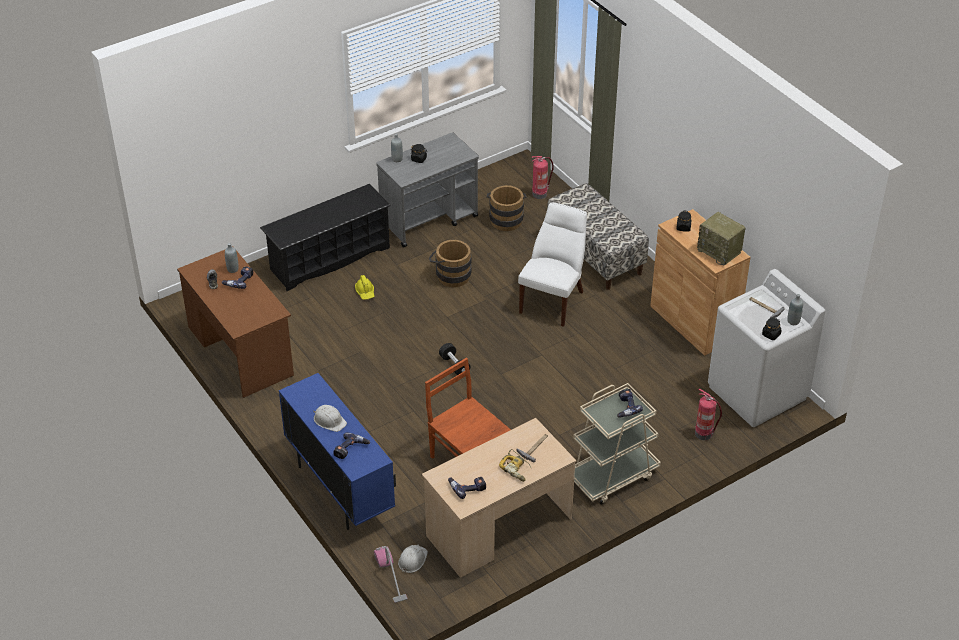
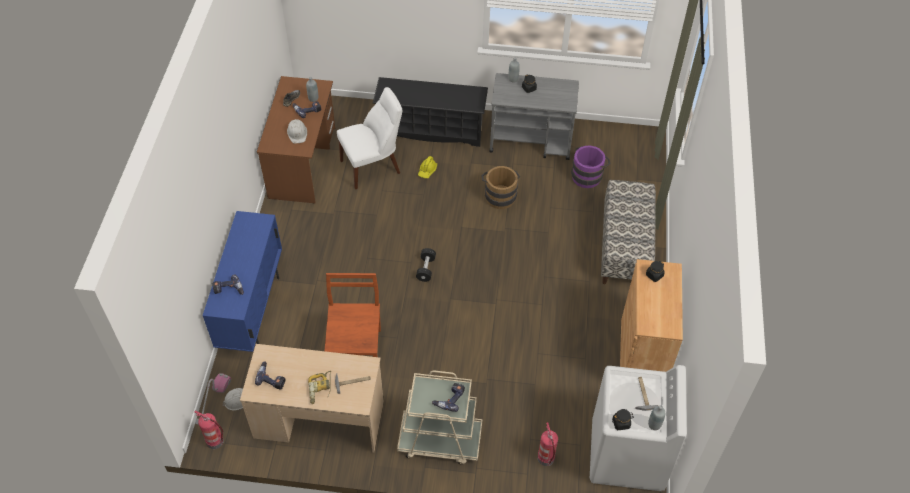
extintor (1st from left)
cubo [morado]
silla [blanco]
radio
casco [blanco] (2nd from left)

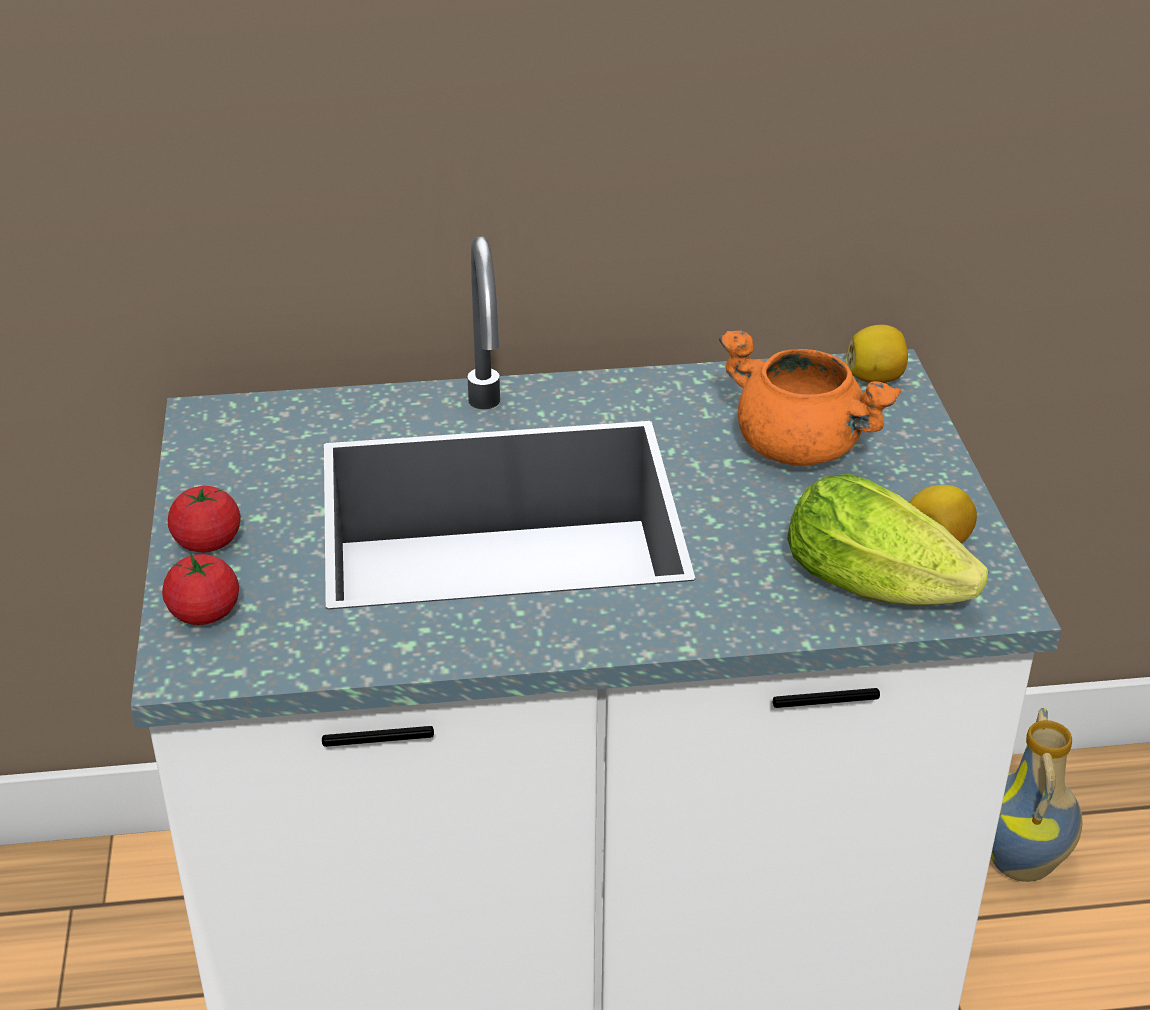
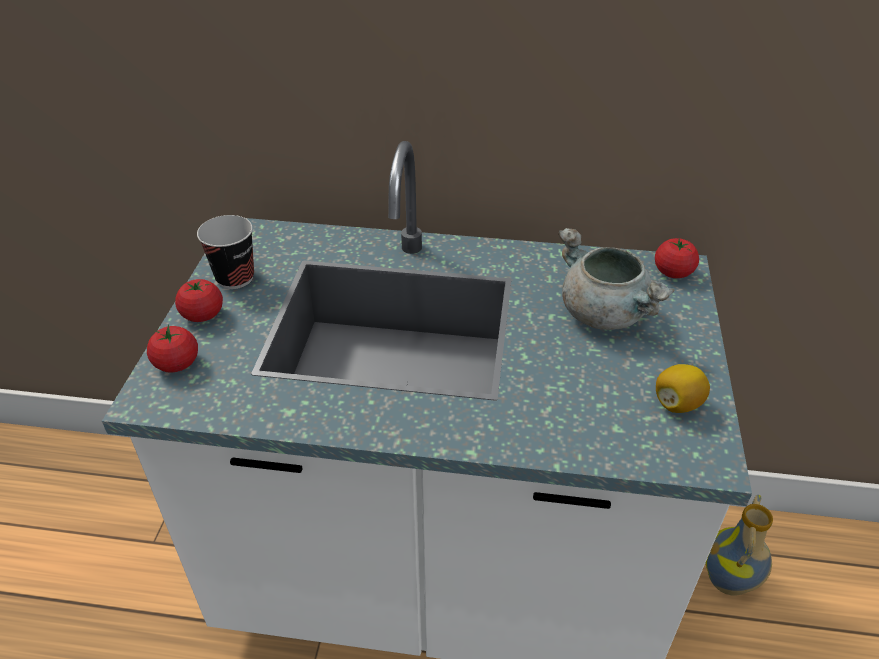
tomate (3rd from left)
olla [gris]
lechuga
taza

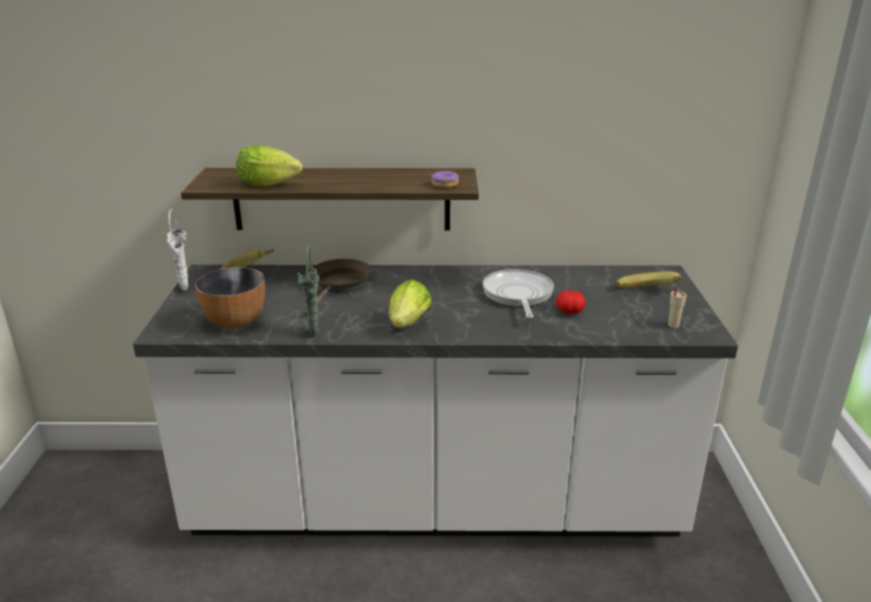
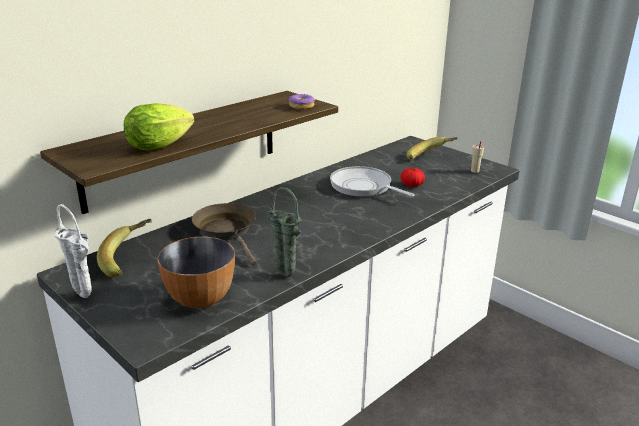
lechuga (2nd from left in the first image)

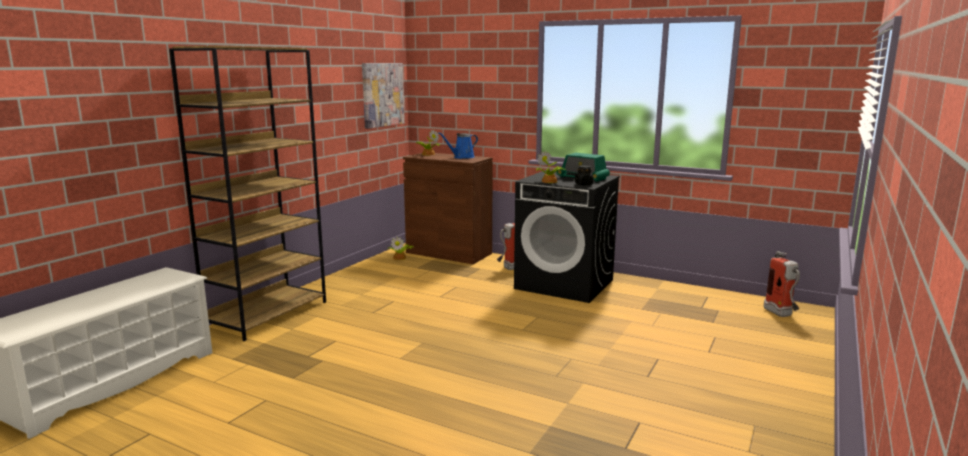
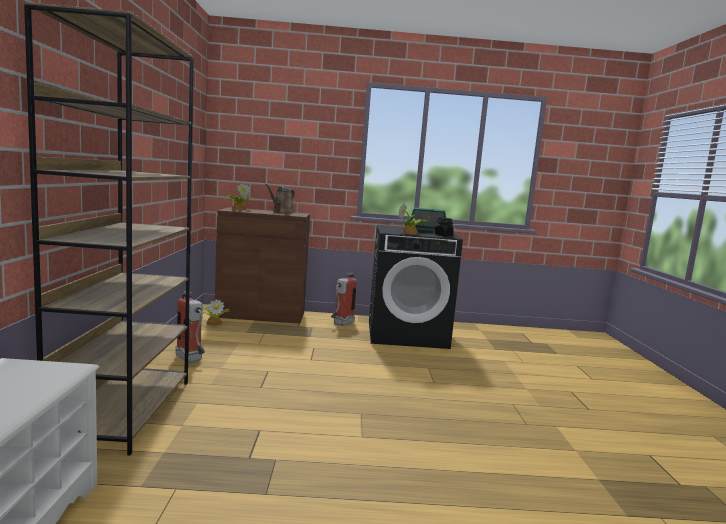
cuadro
regadera [marrón]
extintor (1st from left)

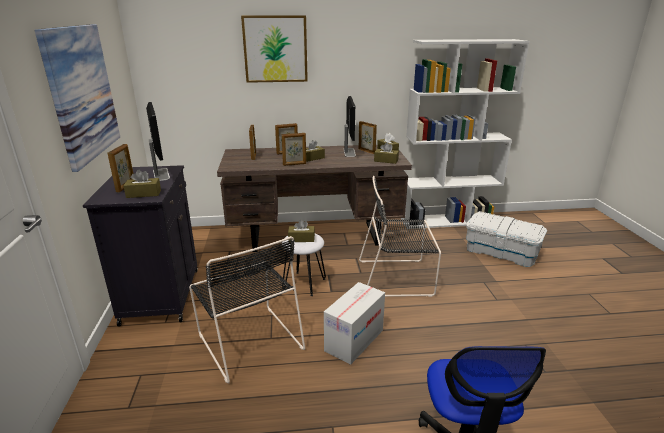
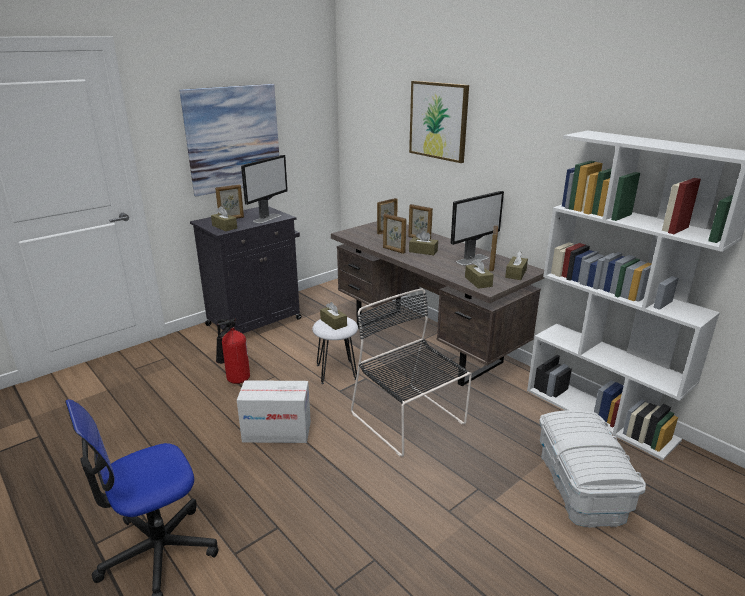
extintor

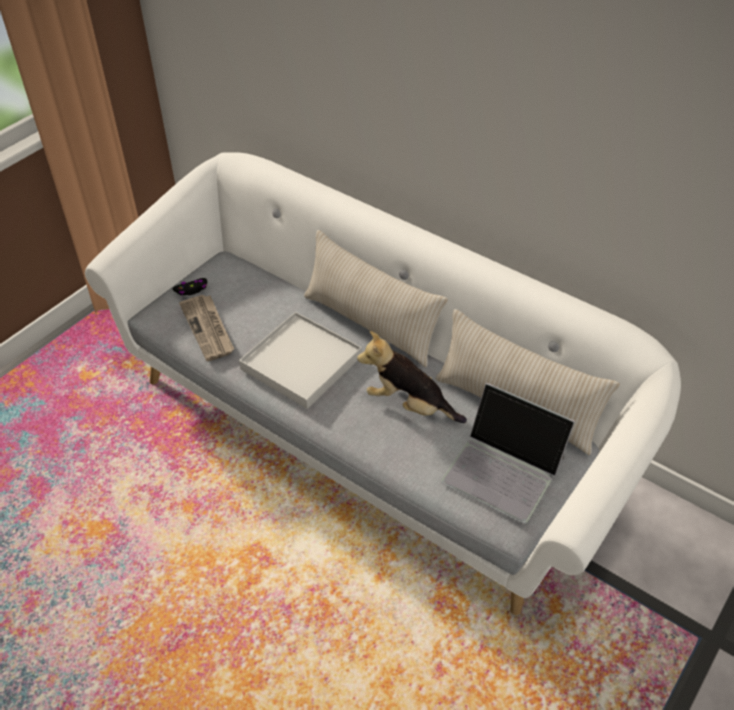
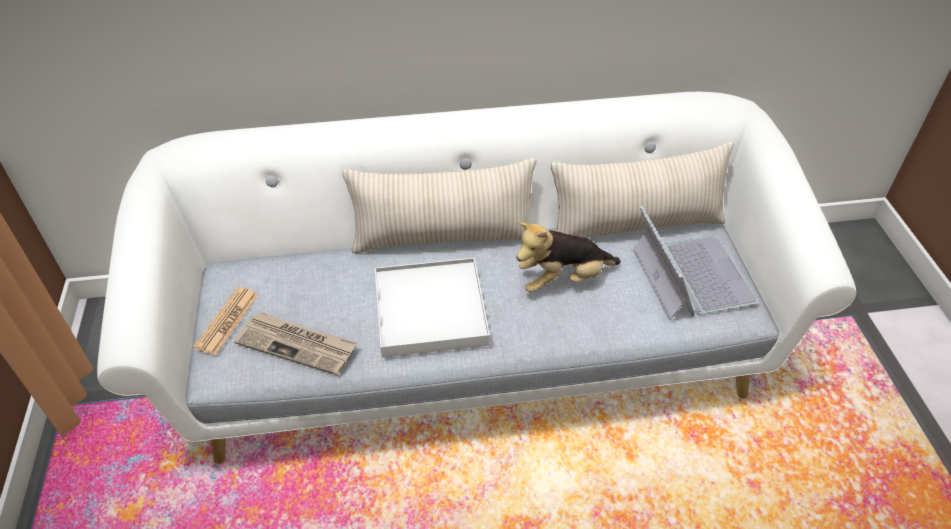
periódico (1st from left)
portátil

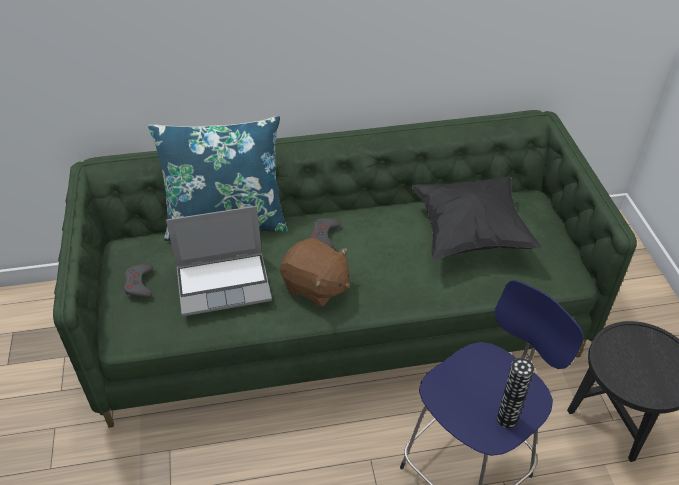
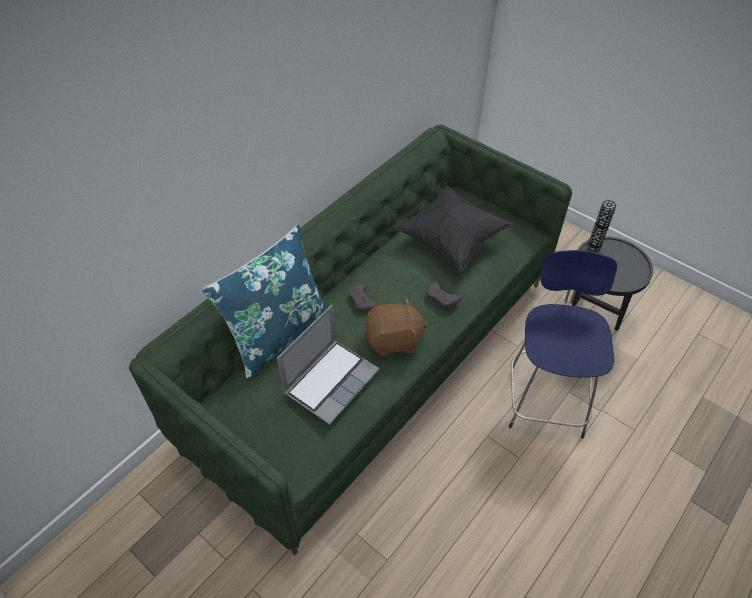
mando de consola [gris] (2nd from left)
florero

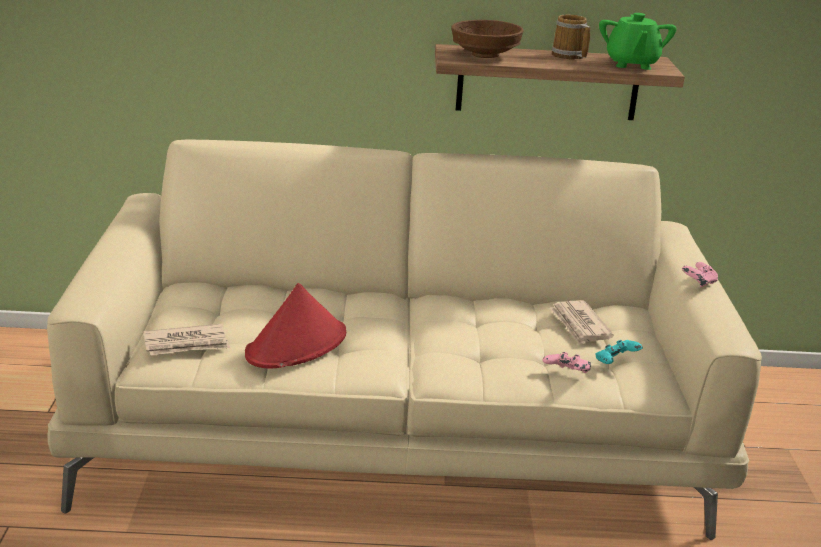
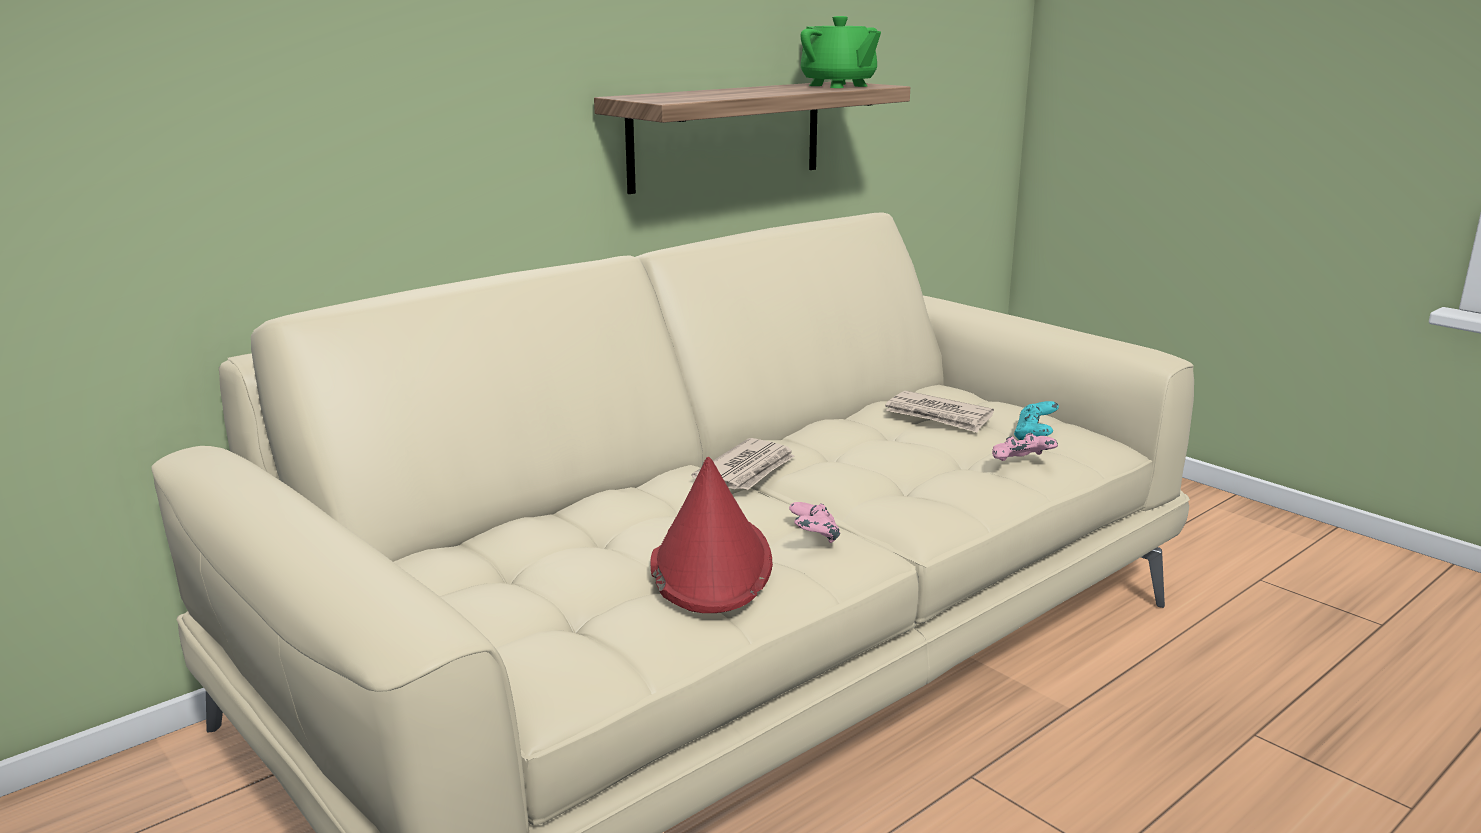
taza grande
cuenco [marrón]
mando de consola [rosa] (1st from left)
periódico (1st from left)

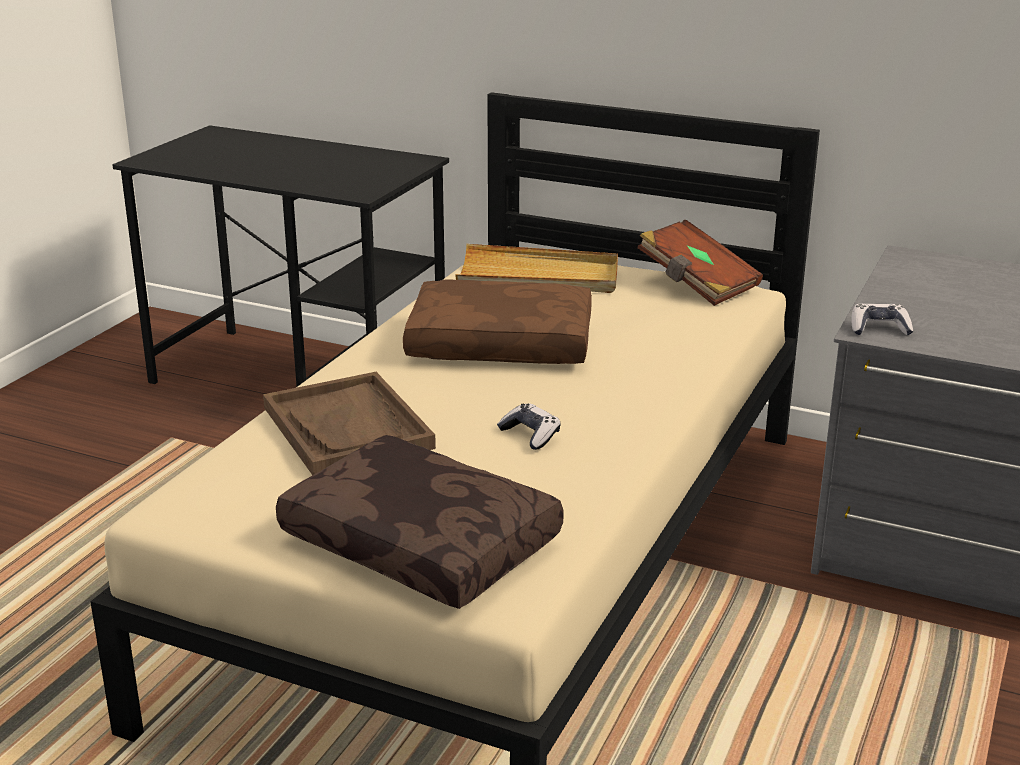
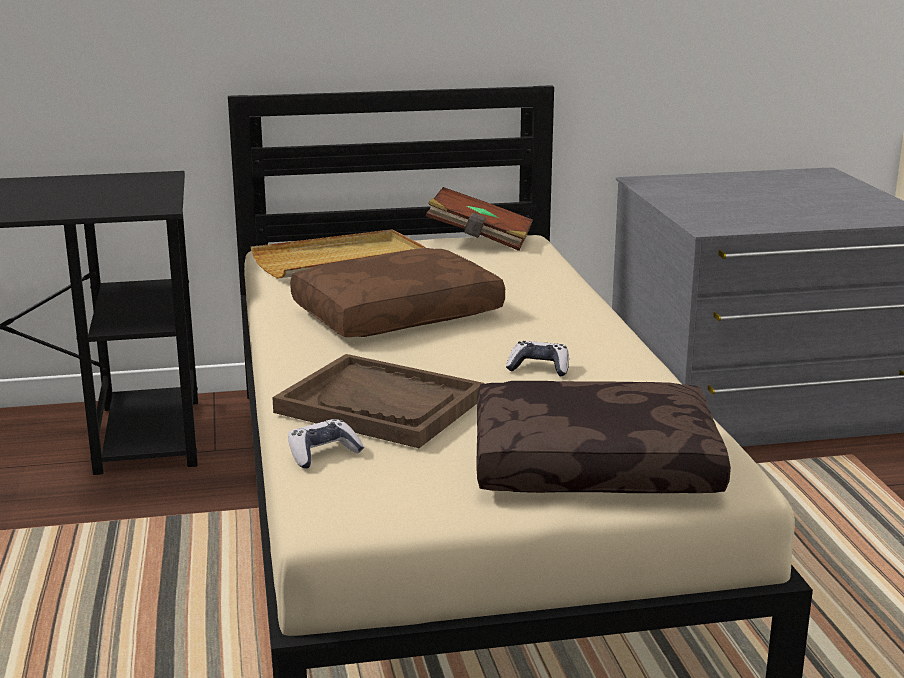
mando de consola (1st from left)

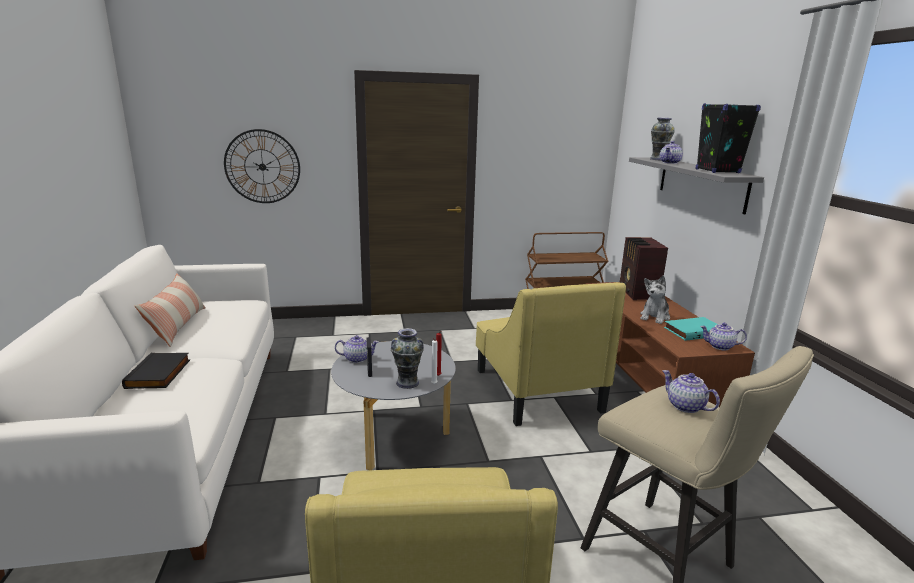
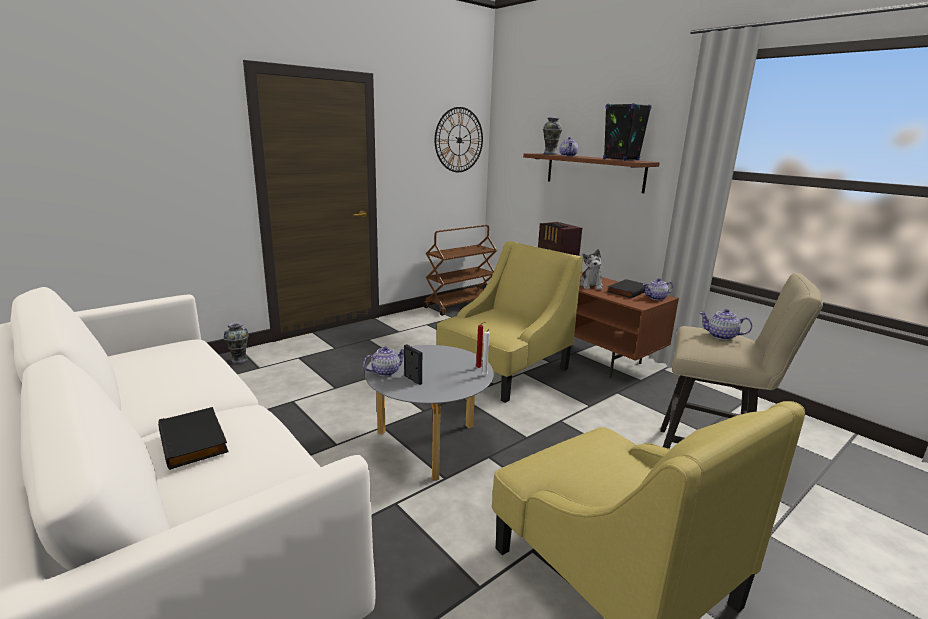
reloj de pared
estante [marrón]
cojín
sillón [amarillo] (1st from left)
libro [negro] (2nd from left)
florero (1st from left)

